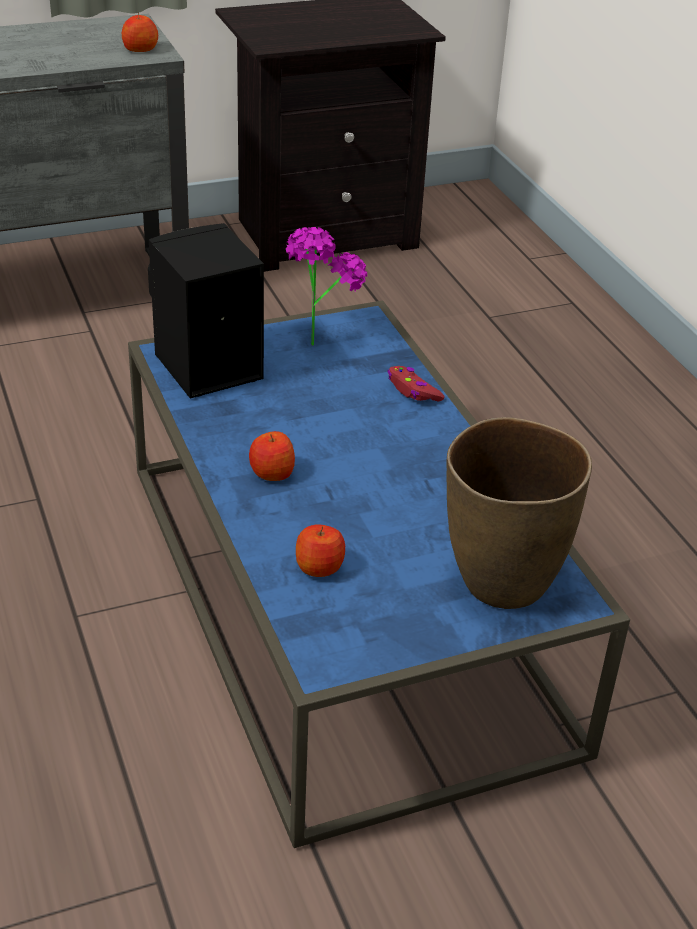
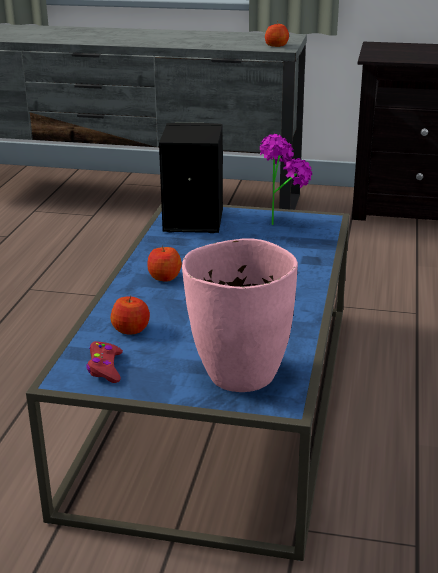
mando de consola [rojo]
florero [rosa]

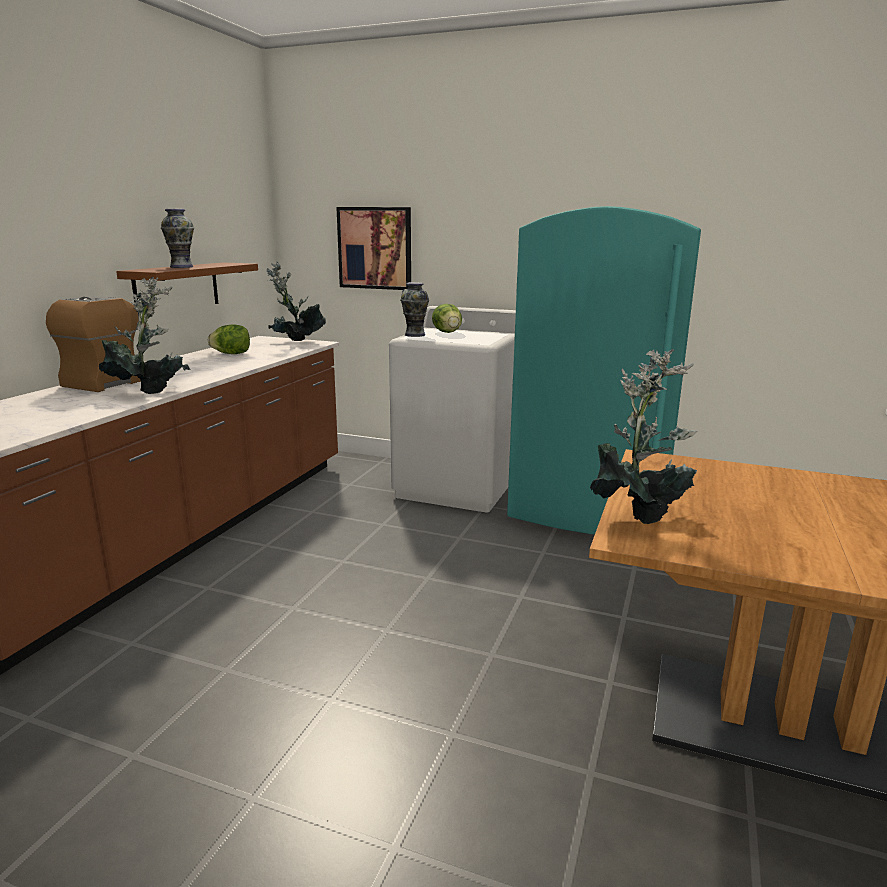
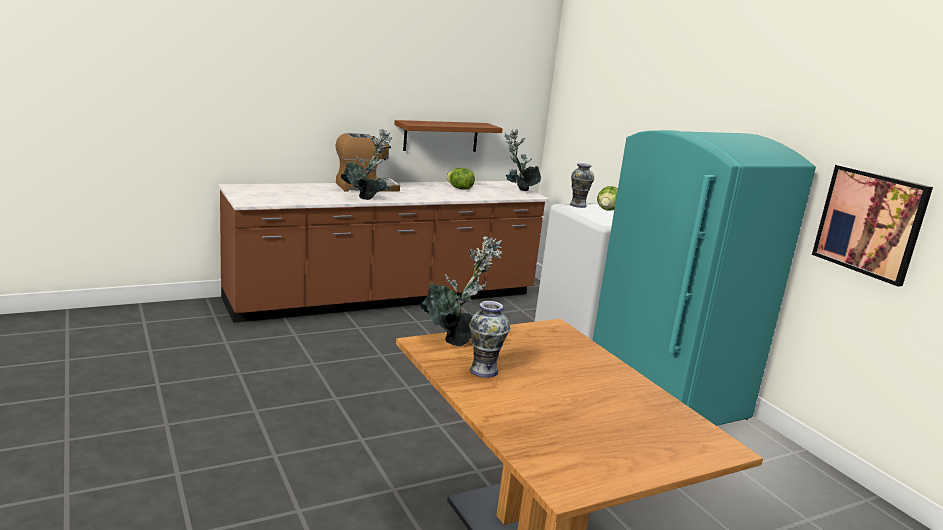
cuadro
florero (1st from left)

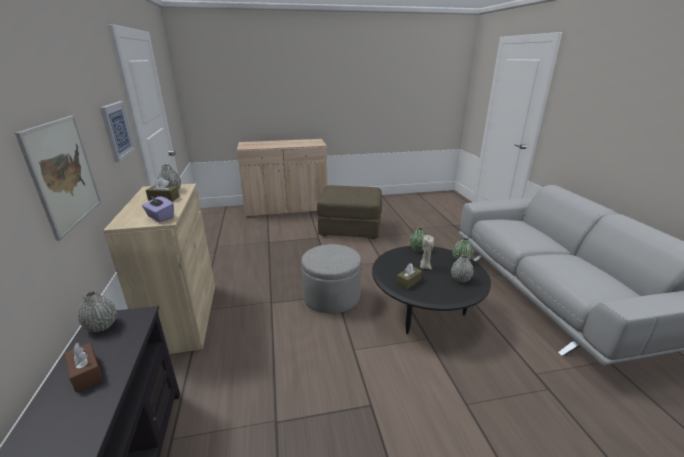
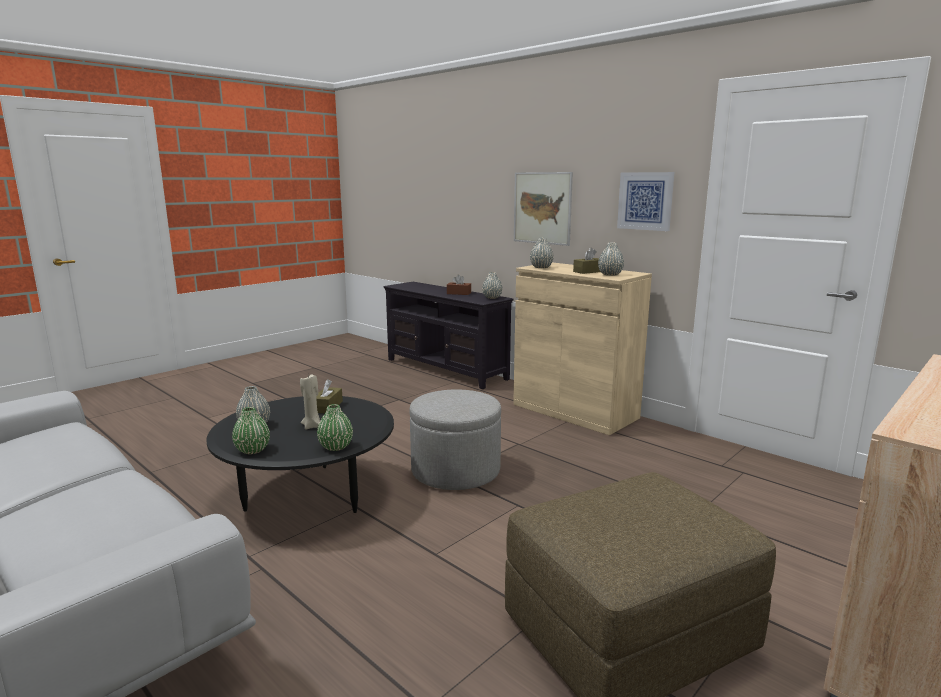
florero [gris] (3rd from left)

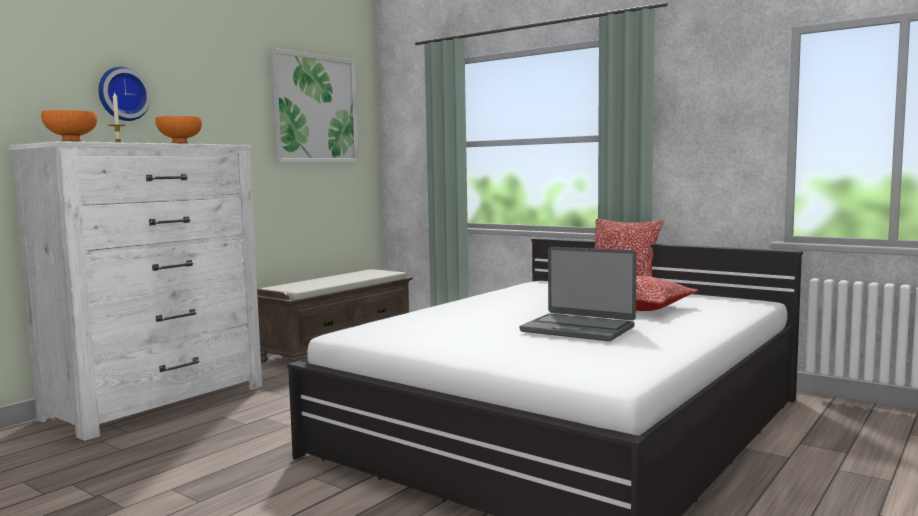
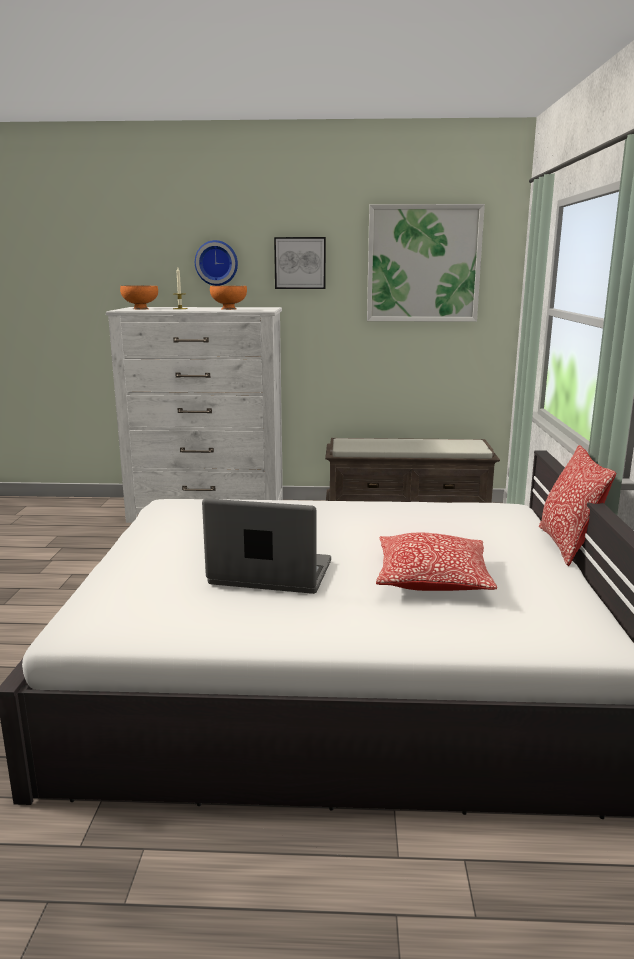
portátil
cuadro (1st from left)

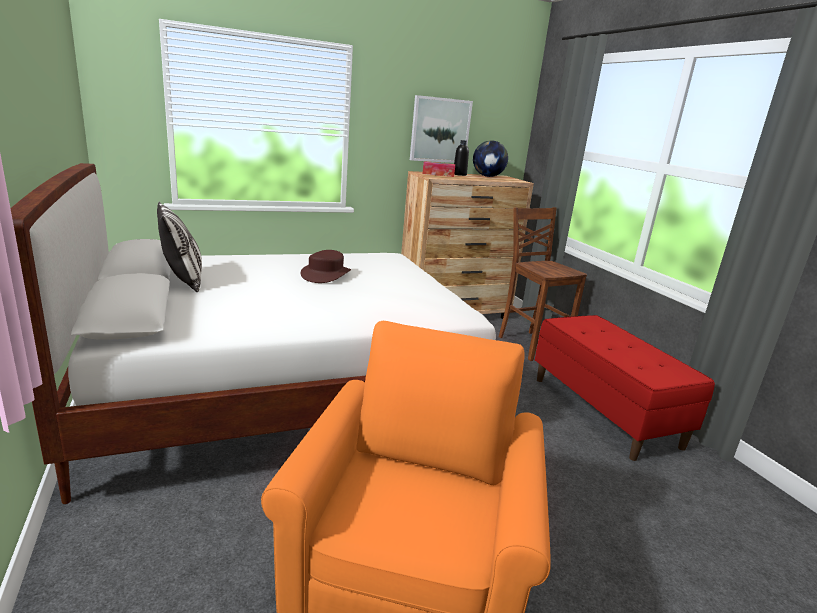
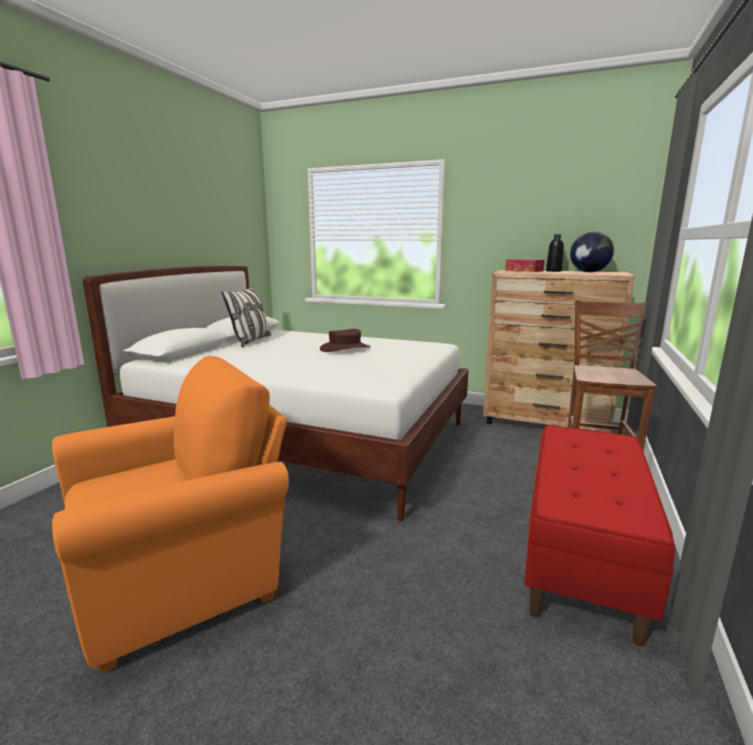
cuadro

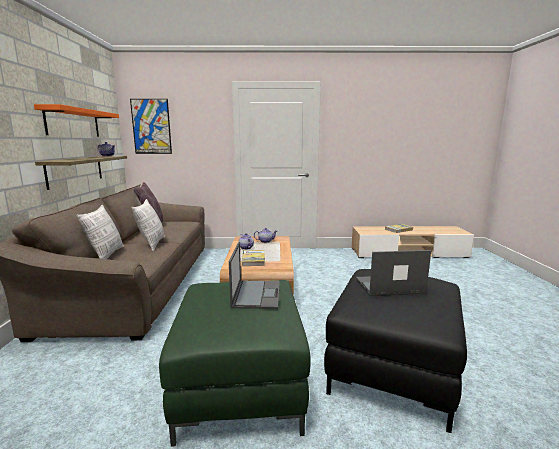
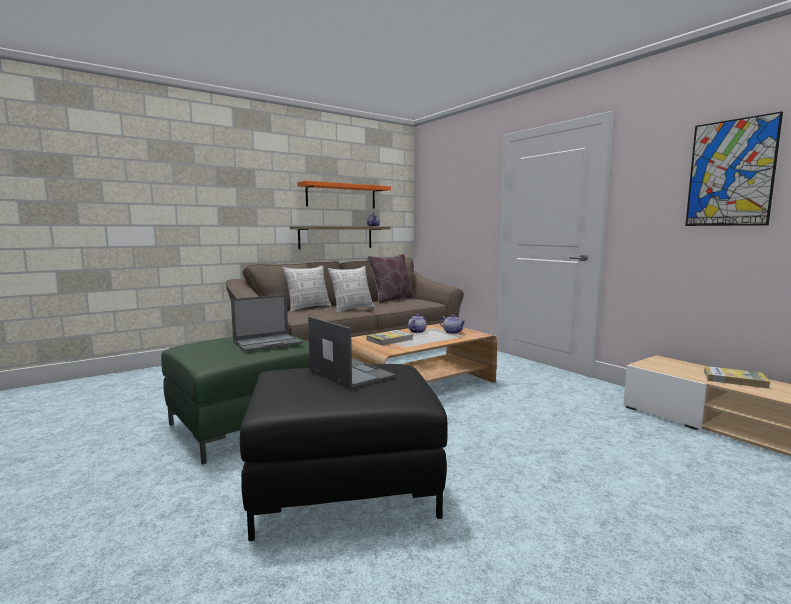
cuadro

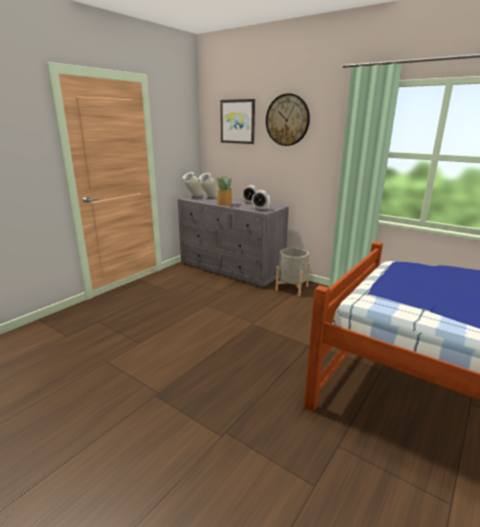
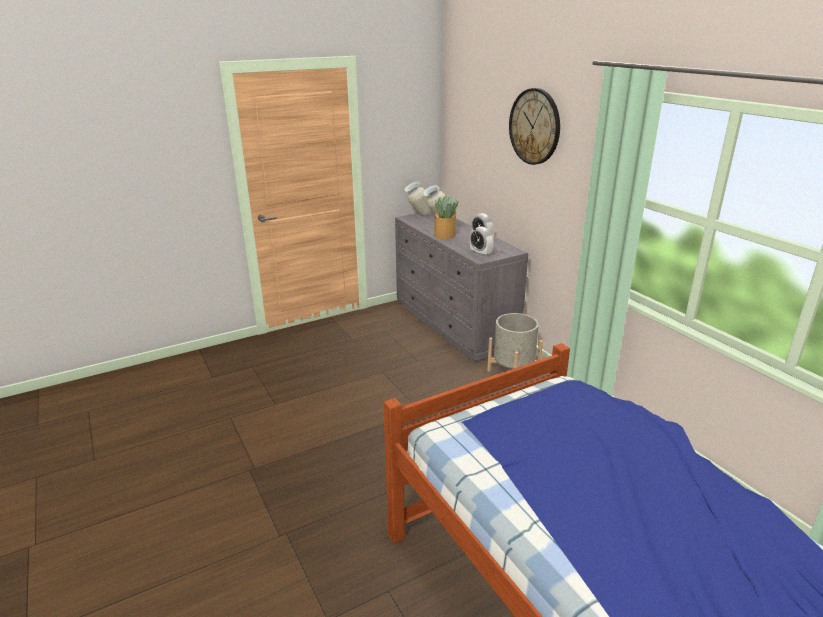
cuadro

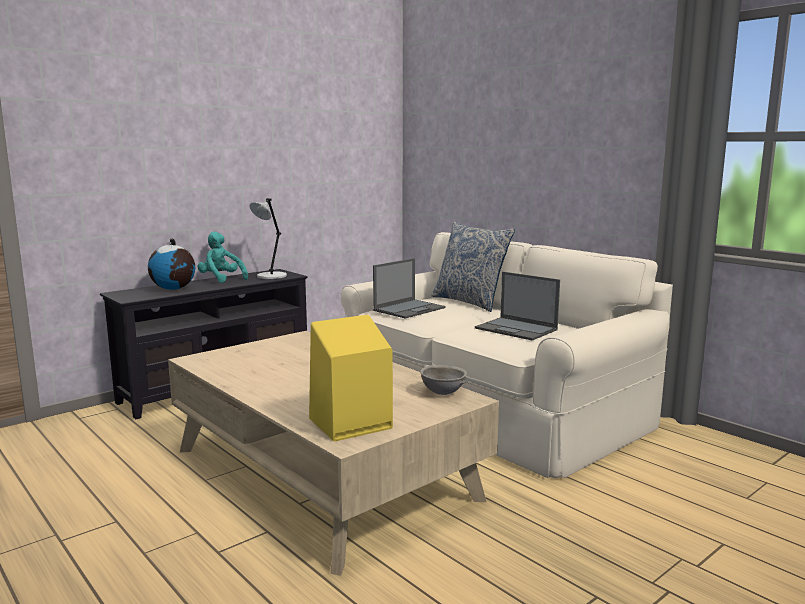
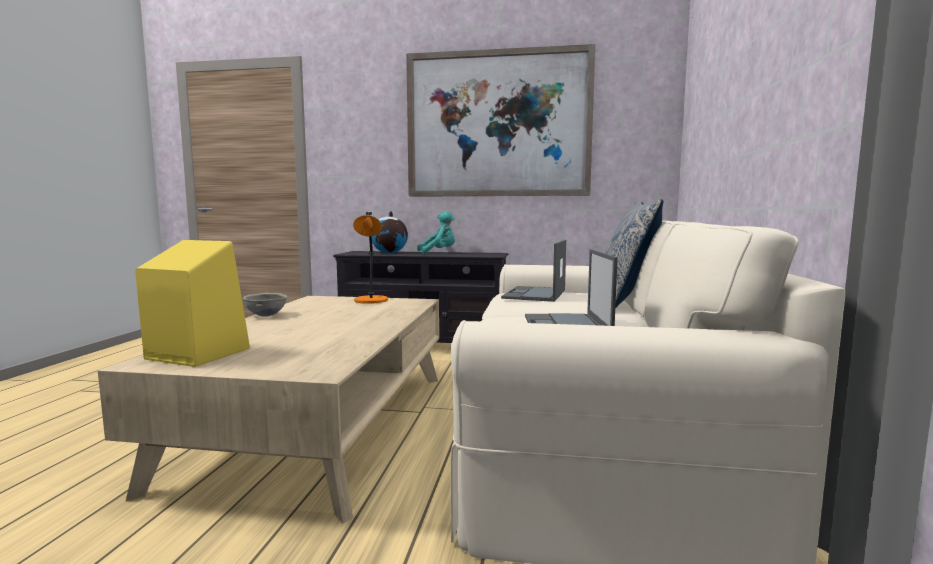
lámpara de mesa [gris]
peluche [turquesa]
portátil (1st from left)
cuenco [gris]
cuadro
lámpara de mesa [naranja]

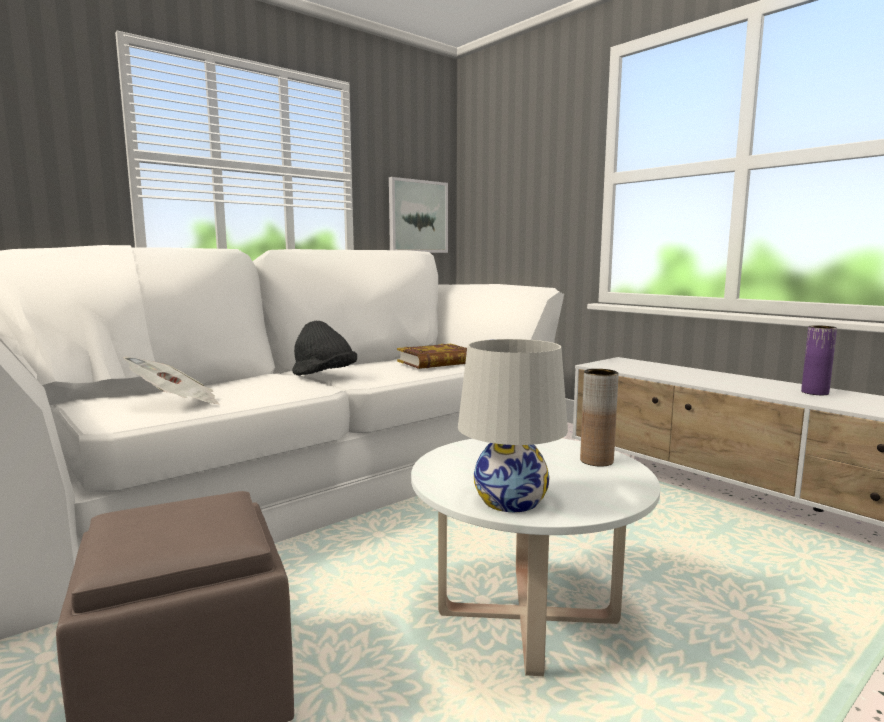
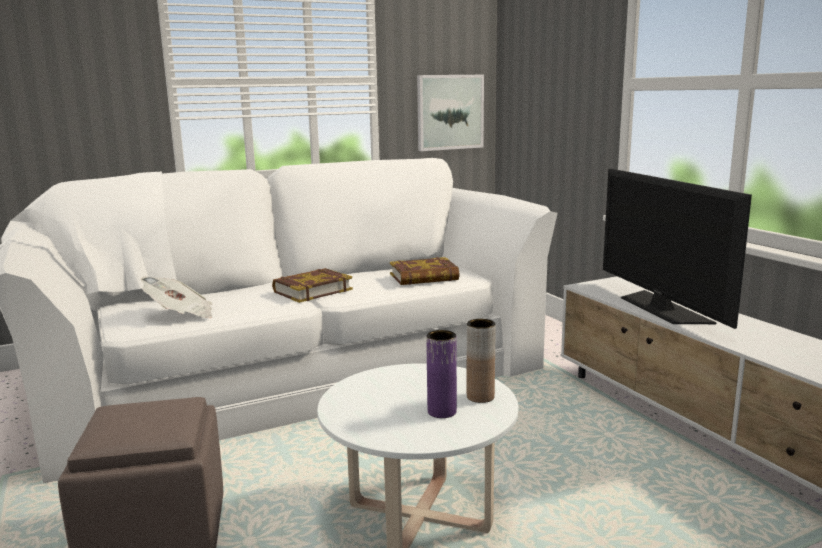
libro (1st from left)
florero [morado]
lámpara de mesa [blanco]
televisor

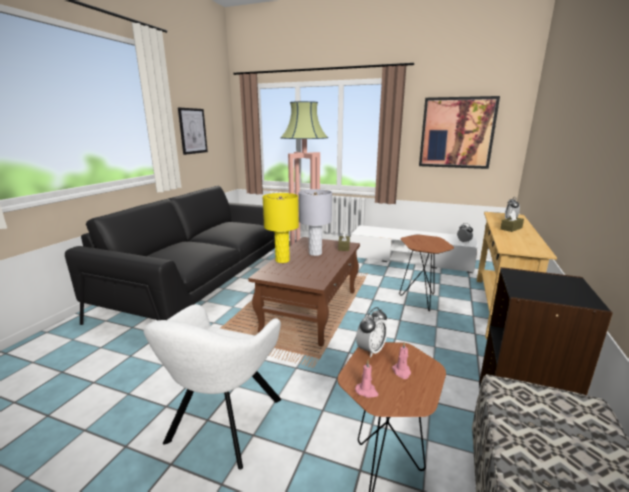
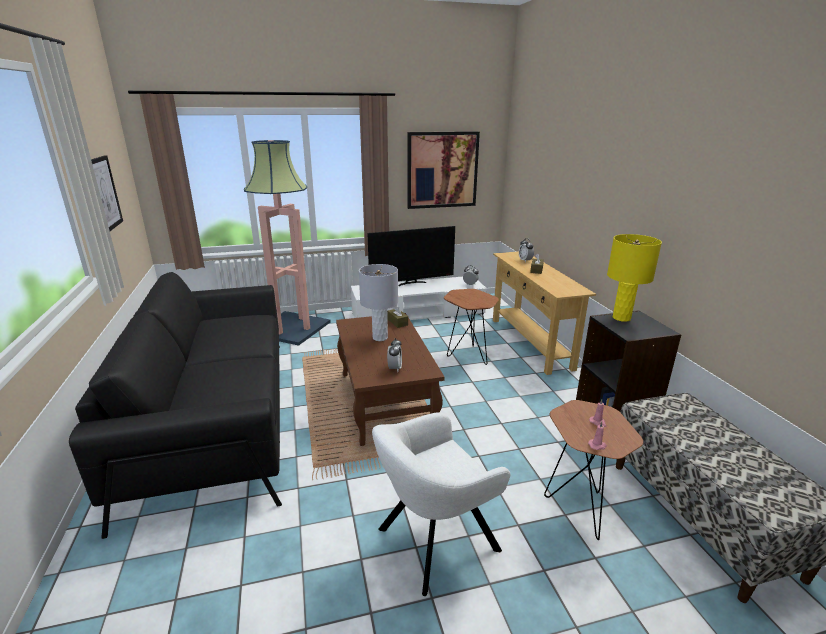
lámpara de mesa [amarillo]
sillón [blanco]
despertador (1st from left)
televisor

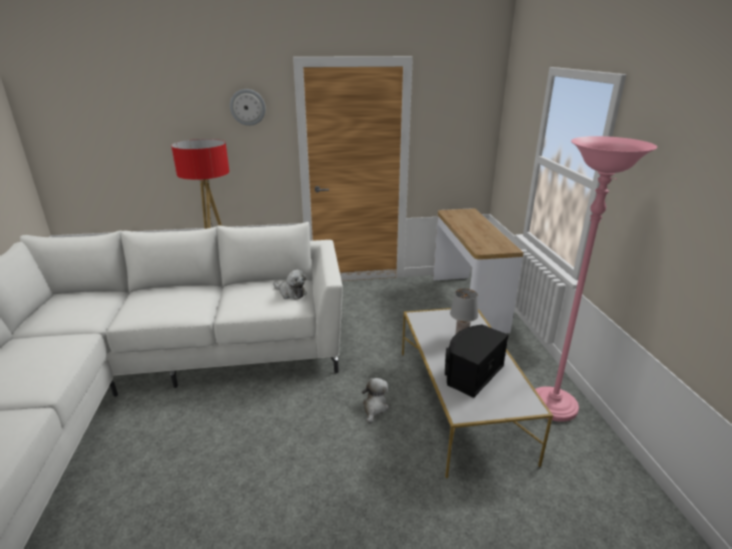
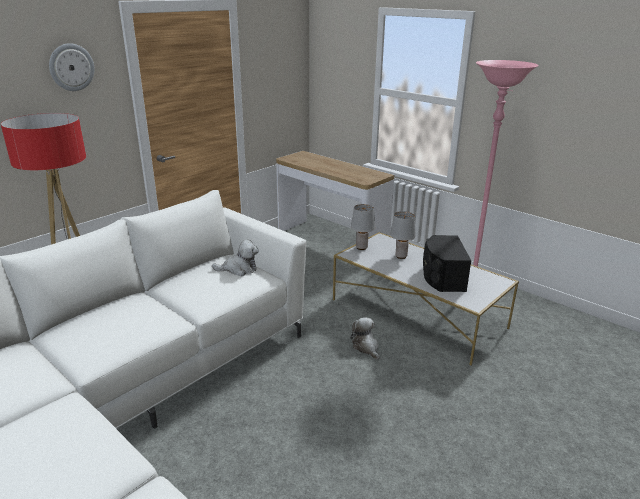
lámpara de mesa [gris] (1st from left)

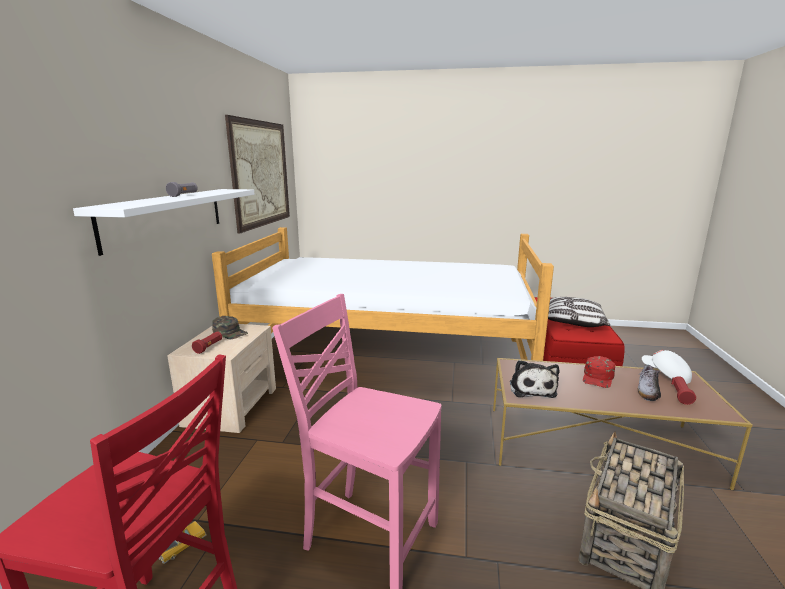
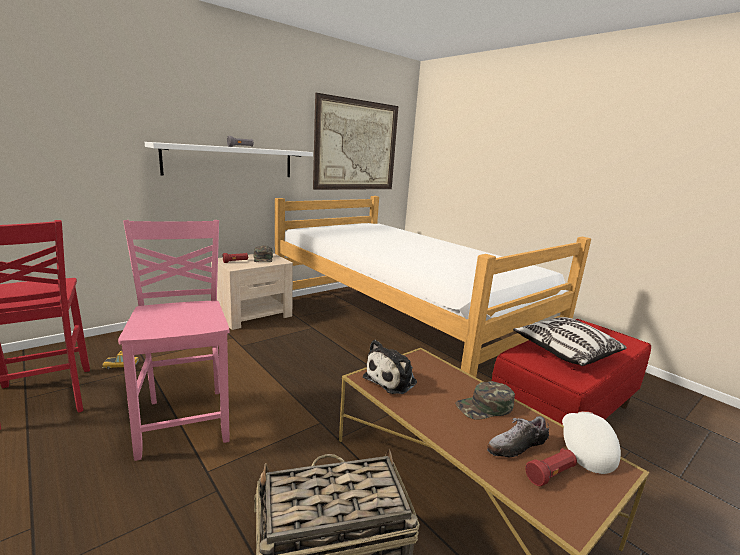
gorra [verde] (2nd from left)

